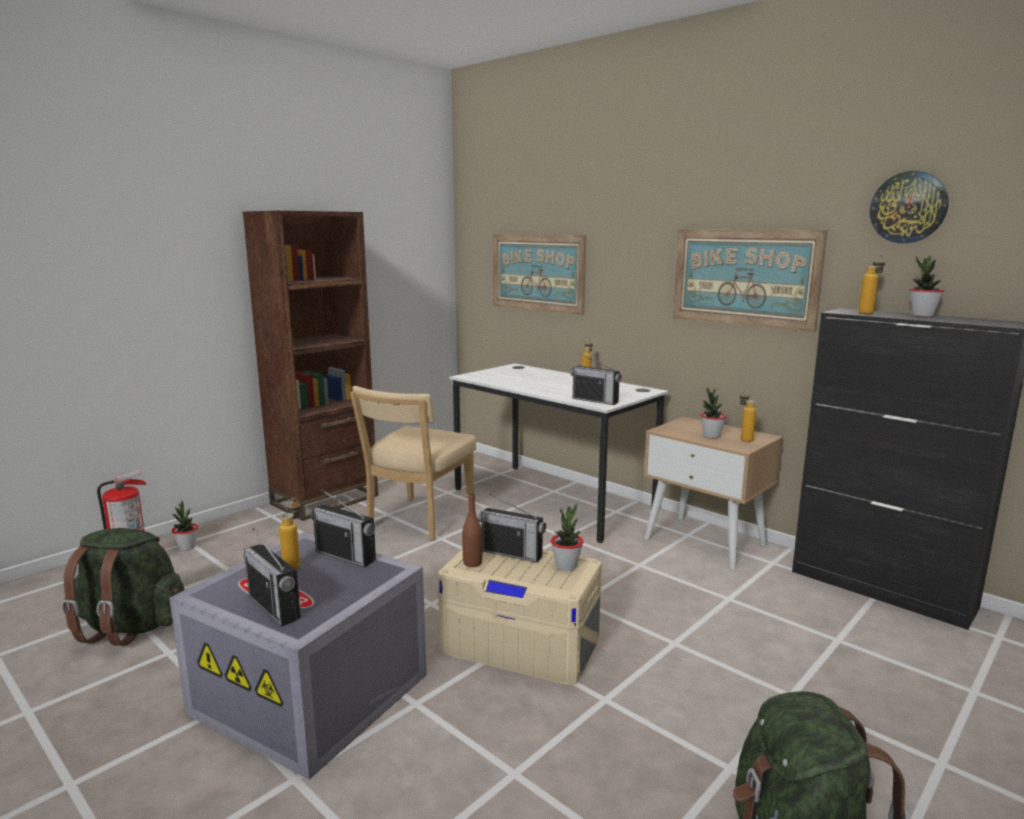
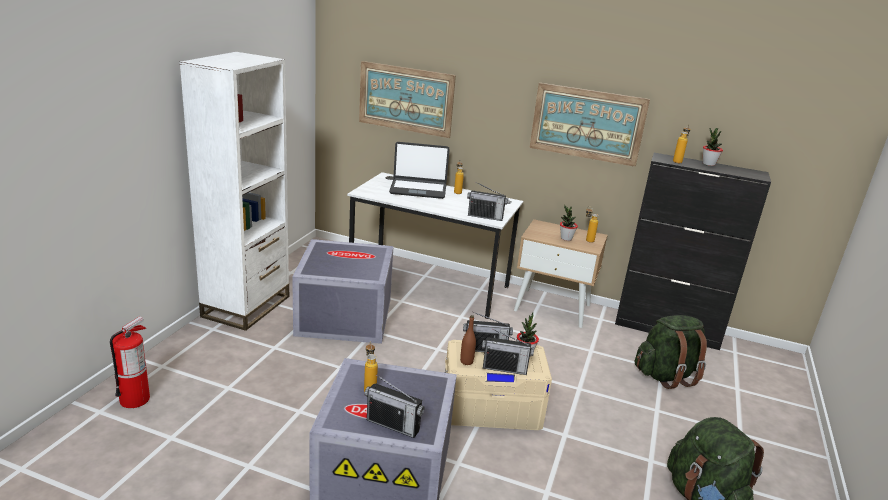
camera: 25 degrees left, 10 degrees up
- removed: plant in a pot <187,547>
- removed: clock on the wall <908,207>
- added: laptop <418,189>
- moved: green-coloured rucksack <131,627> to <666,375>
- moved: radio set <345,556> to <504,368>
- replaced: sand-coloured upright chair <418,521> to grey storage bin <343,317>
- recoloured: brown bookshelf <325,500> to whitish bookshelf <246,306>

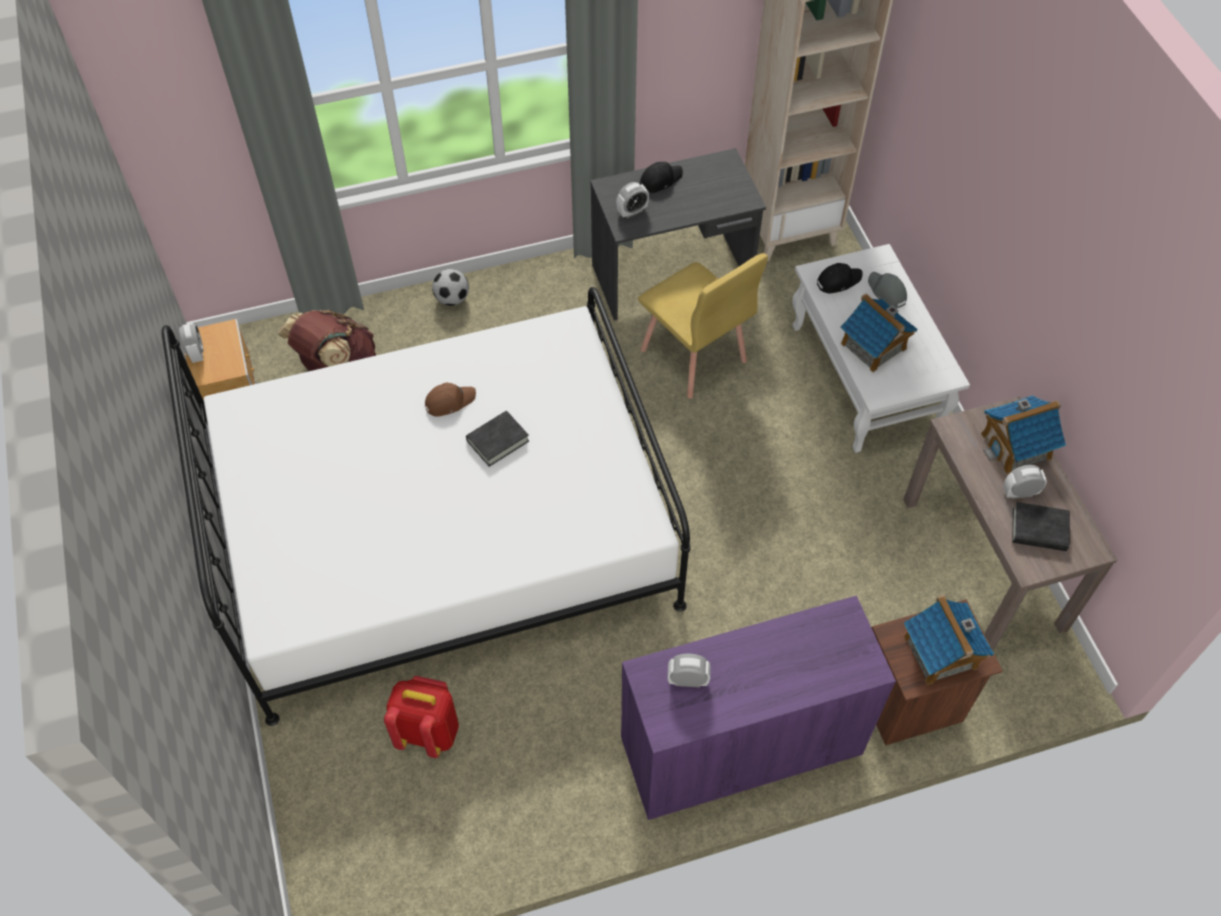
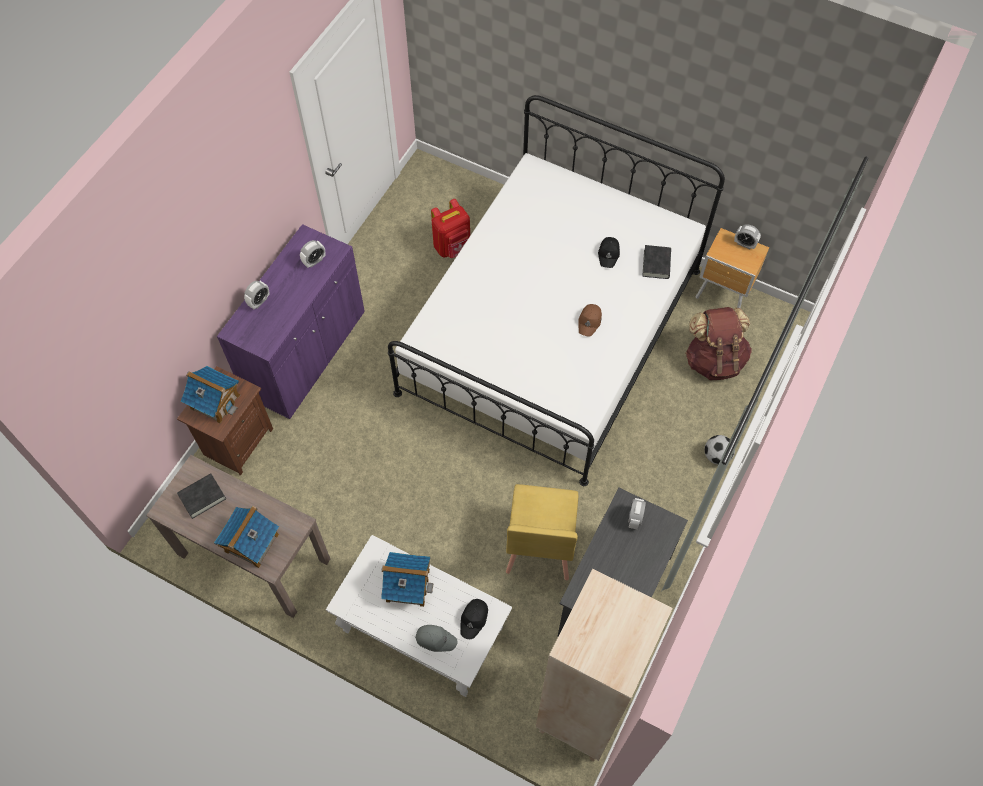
camera: 135 degrees right, 5 degrees up
- moved: black bound book <497,441> to <656,264>
- moved: black cap <660,180> to <609,254>
- moved: alarm clock <1020,493> to <259,301>
- turned: yellow upright chair <693,356> = <539,547> 90 degrees counterclockwise

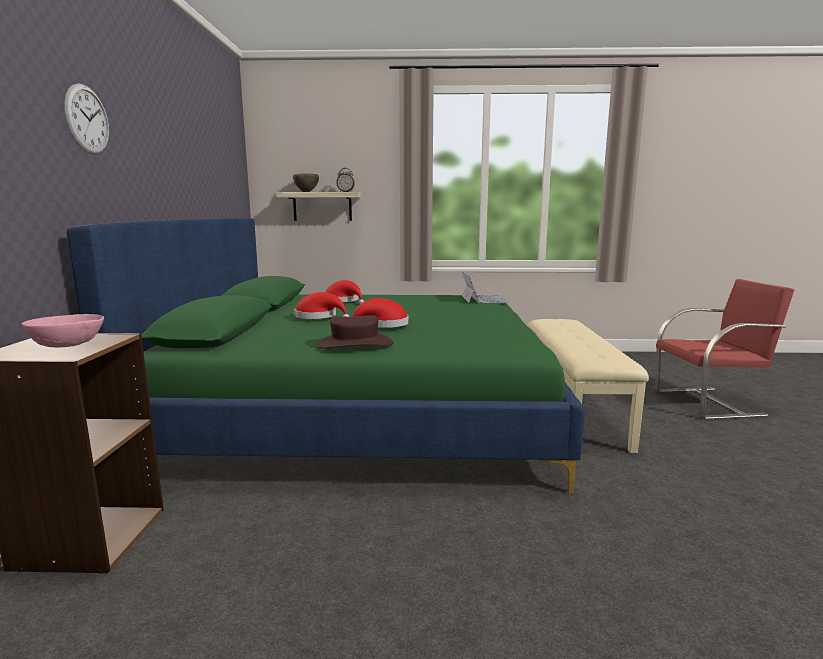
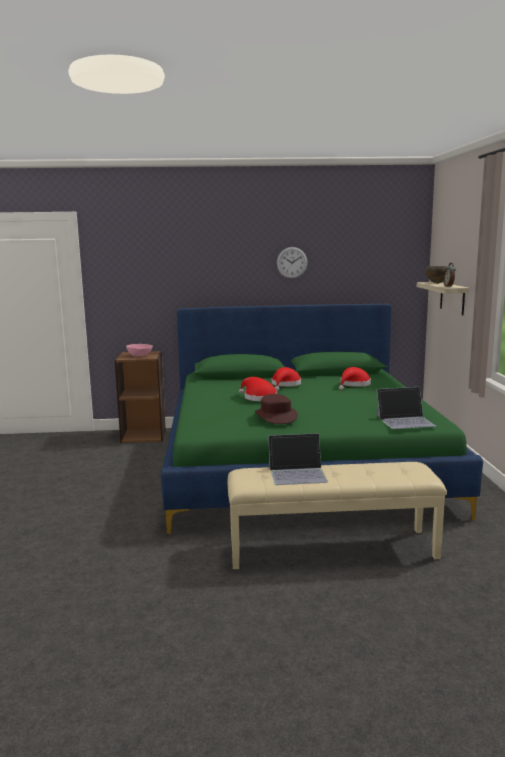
camera: 85 degrees right, 0 degrees up
- removed: reddish upright chair <709,403>
- added: laptop <297,473>
- moved: clock on the wall <87,119> to <292,262>
- moved: brown clothing hat <355,344> to <276,416>

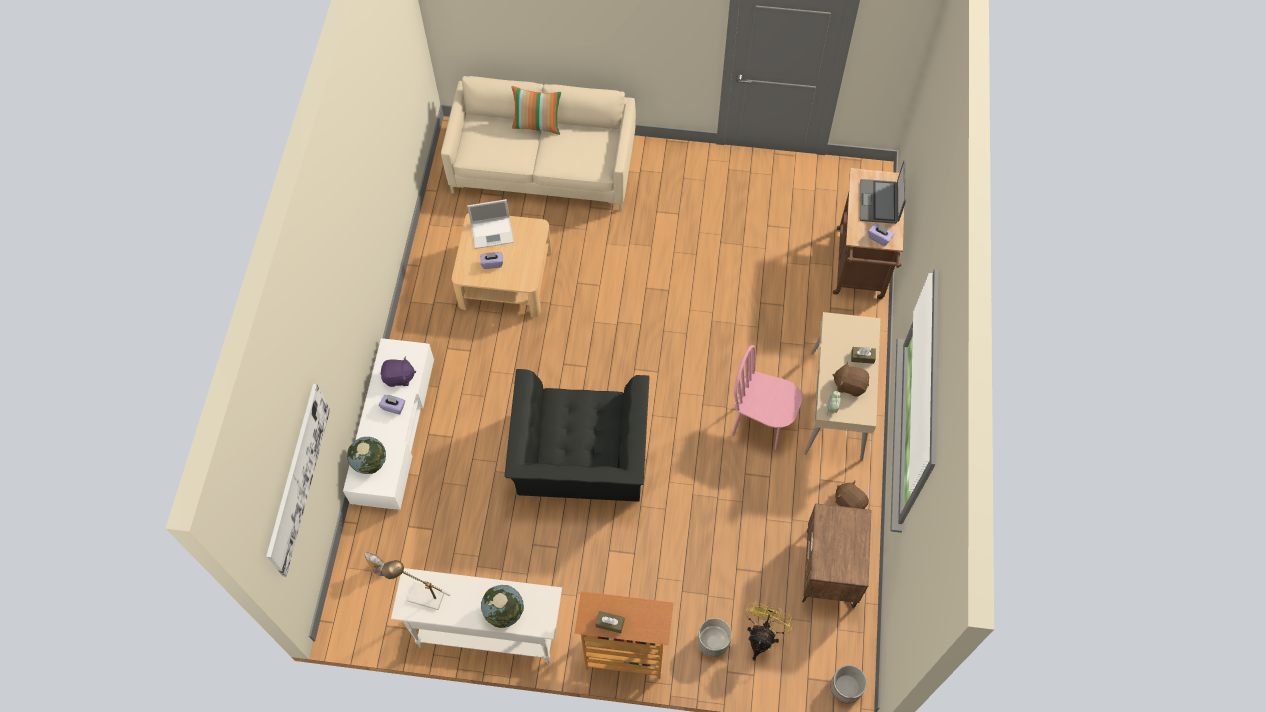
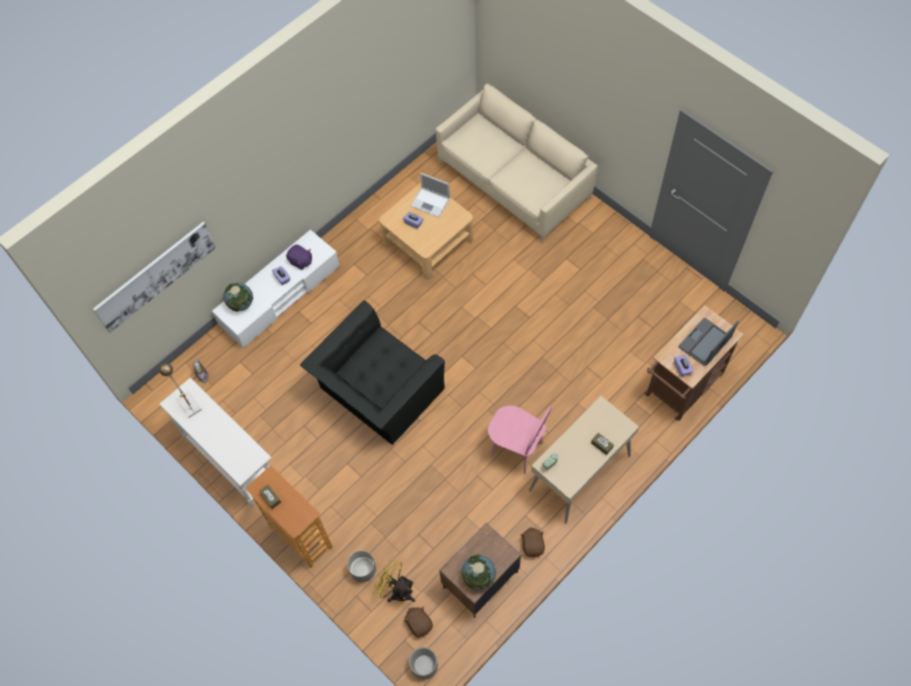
camera: 40 degrees right, 0 degrees up
- removed: cushion <537,125>
- moved: globe <504,612> to <479,577>
- moved: brown plush toy <850,385> to <419,624>
- turned: pinkish upright chair <761,424> = <516,450> 150 degrees clockwise
- turned: yellow cooling fan <762,637> = <397,591> 120 degrees counterclockwise

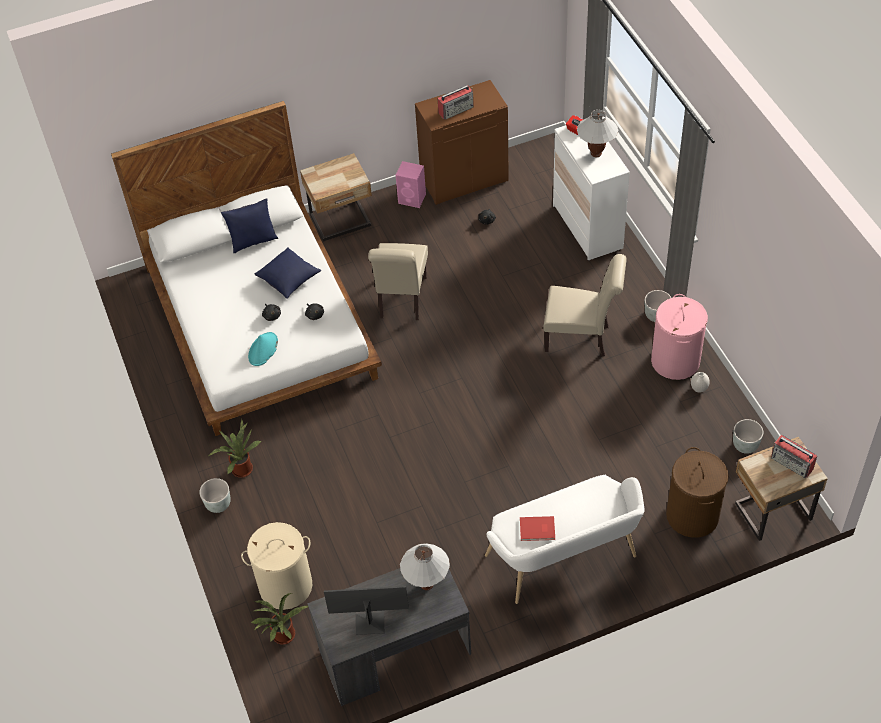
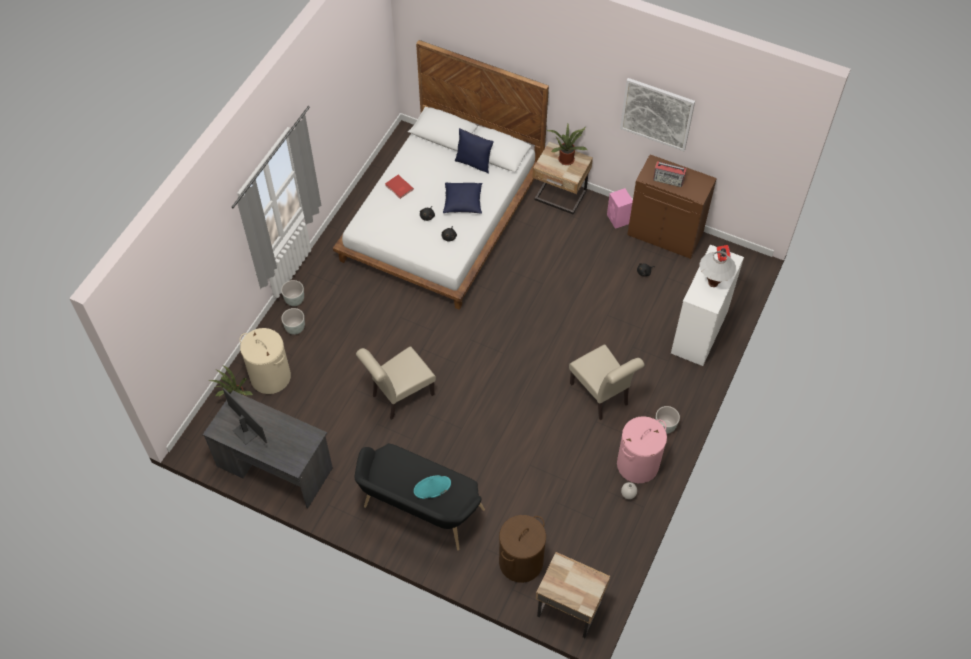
camera: 45 degrees right, 5 degrees up
- removed: whitish table lamp <426,585>
- removed: radio set <792,463>
- added: wall art <657,114>
- moved: plant in a pot <241,468> to <566,158>
- moved: turquoise clothing hat <263,350> to <432,487>
- moved: sand-coloured upright chair <402,300> to <399,397>
- moved: reddish bound book <538,530> to <399,188>
- moved: grey planter <745,446> to <295,328>
- recoloured: whitish indoor bench <565,560> to black indoor bench <419,512>

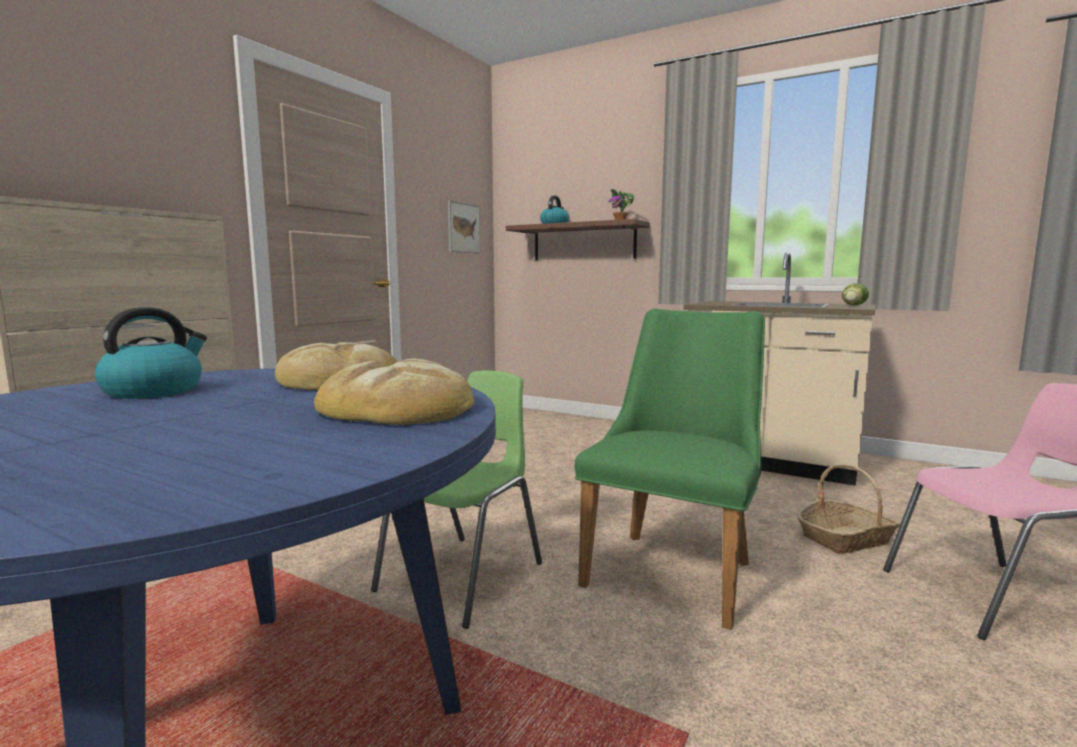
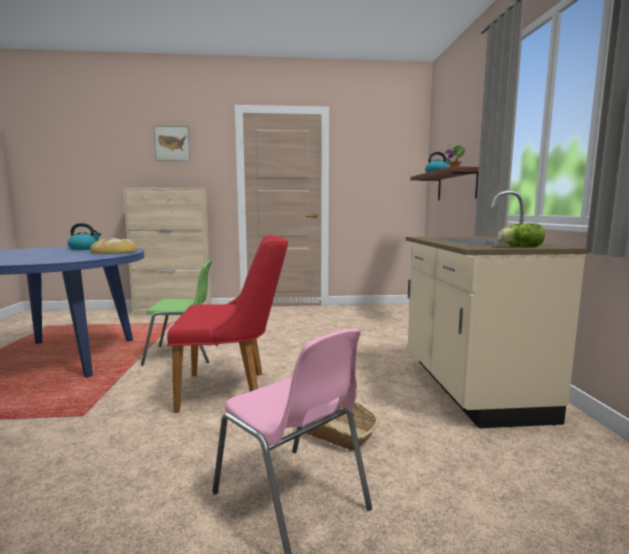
camera: 55 degrees right, 0 degrees up
- removed: baked bread <398,407>
- moved: wall art <463,228> to <172,143>
- recoloured: green-coloured upright chair <676,567> to reddish upright chair <233,389>

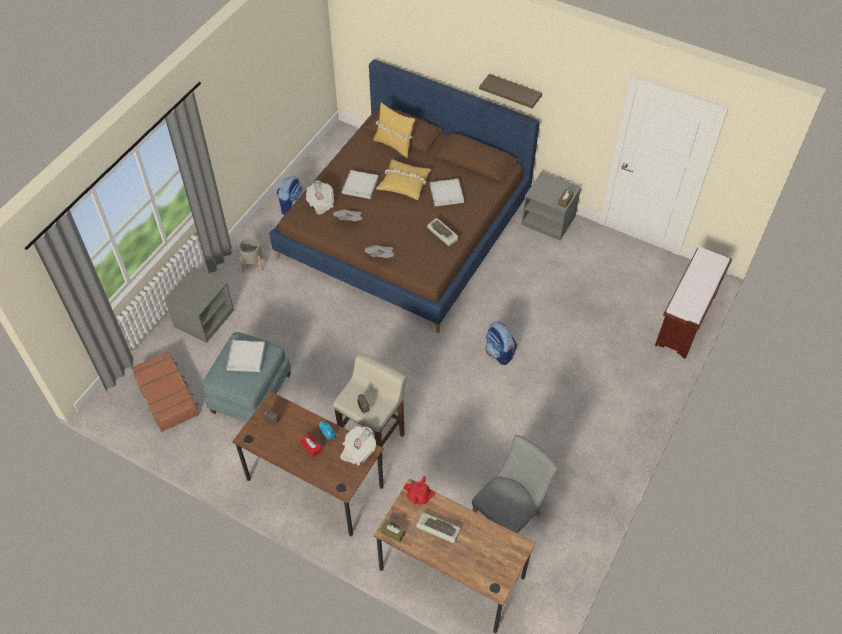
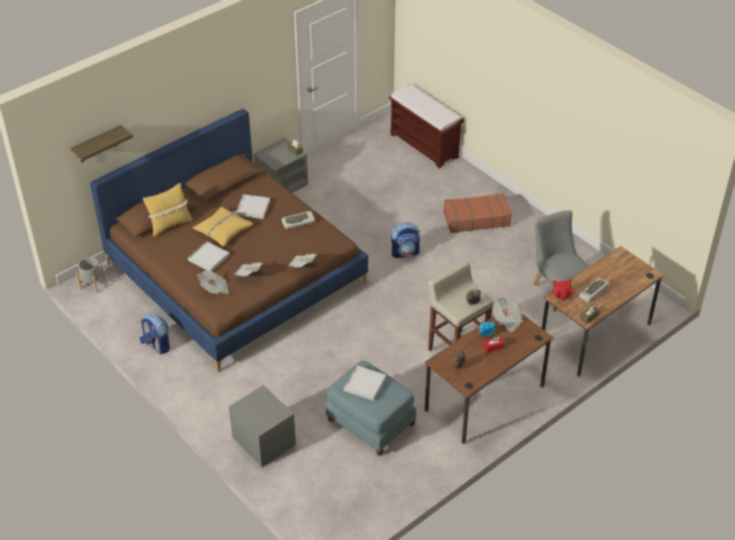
camera: 70 degrees left, 10 degrees down
- moved: brown travel case <167,395> to <476,218>
- moved: grey planter <252,264> to <92,284>
- moved: shelf <514,91> to <97,145>

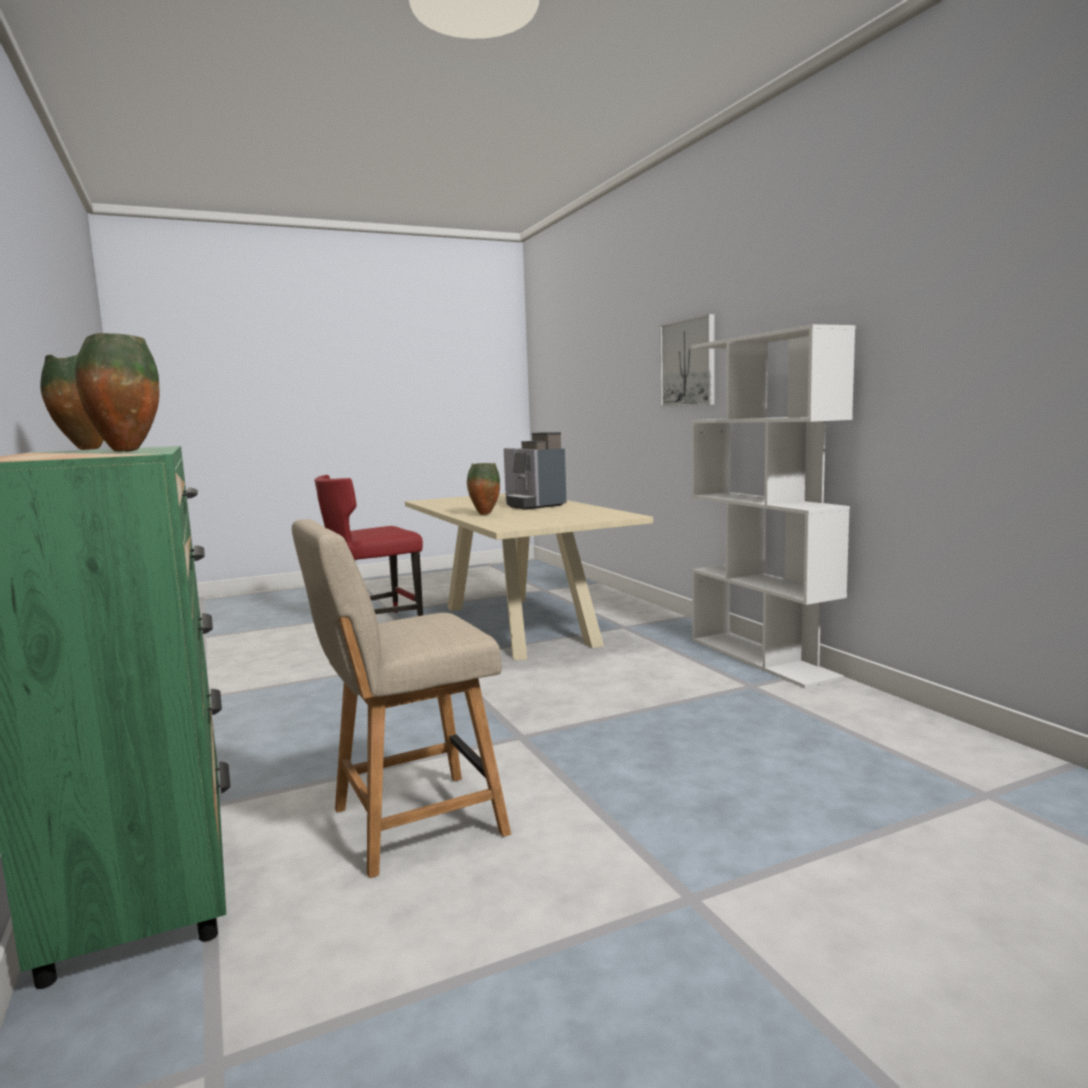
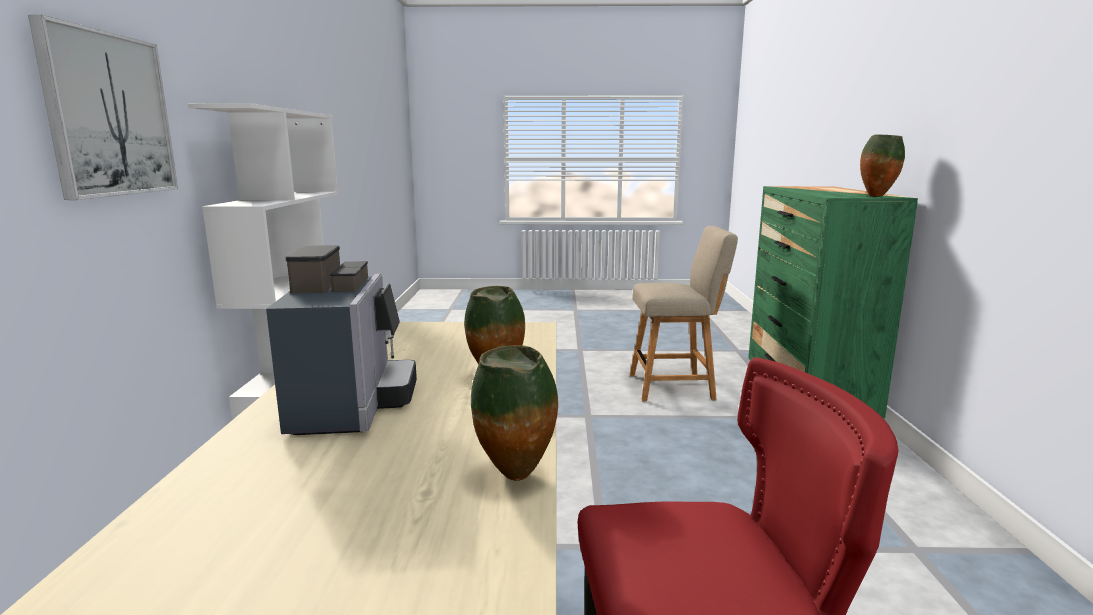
camera: 155 degrees left, 5 degrees up
- moved: decorative vase <126,451> to <516,478>

